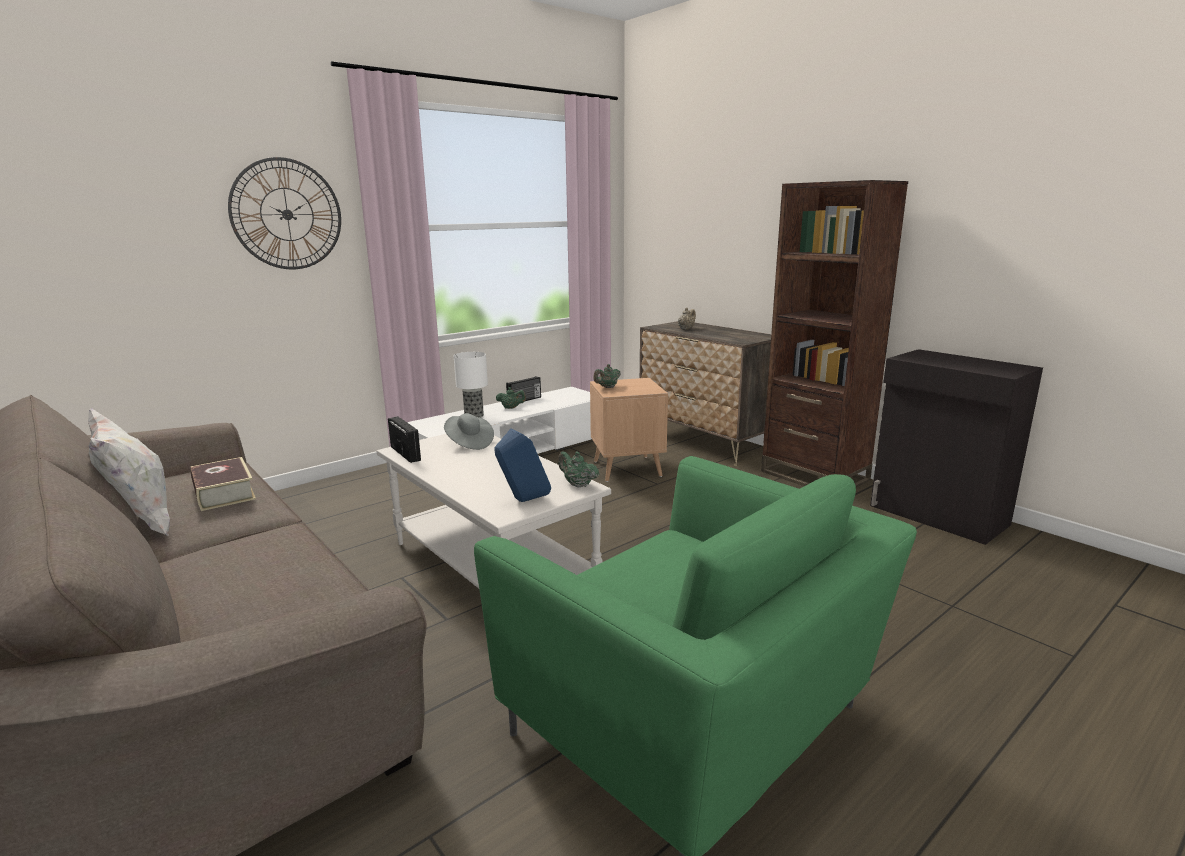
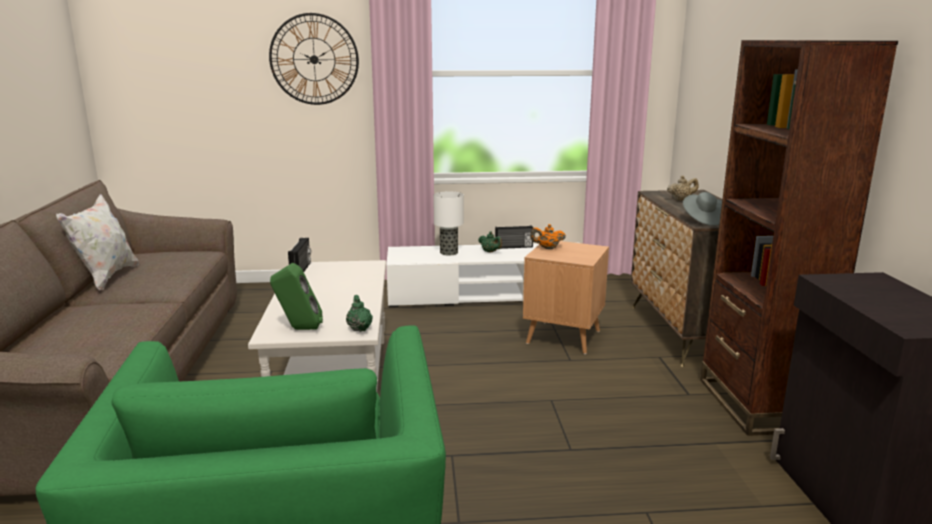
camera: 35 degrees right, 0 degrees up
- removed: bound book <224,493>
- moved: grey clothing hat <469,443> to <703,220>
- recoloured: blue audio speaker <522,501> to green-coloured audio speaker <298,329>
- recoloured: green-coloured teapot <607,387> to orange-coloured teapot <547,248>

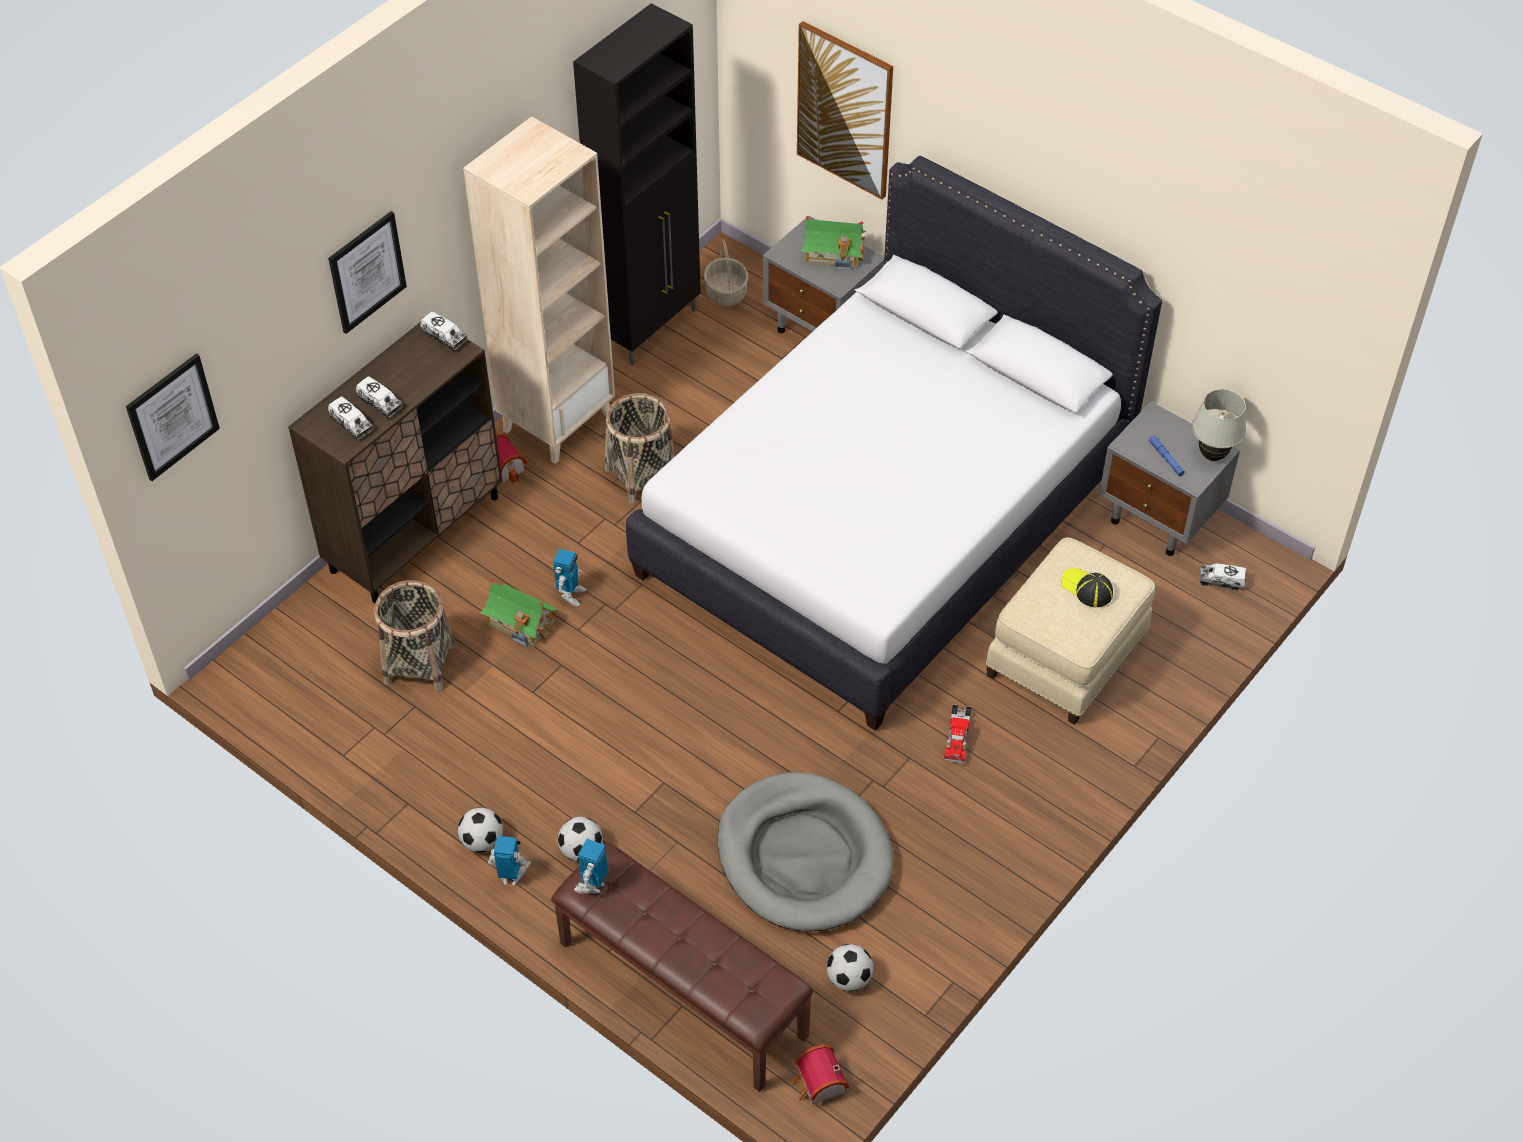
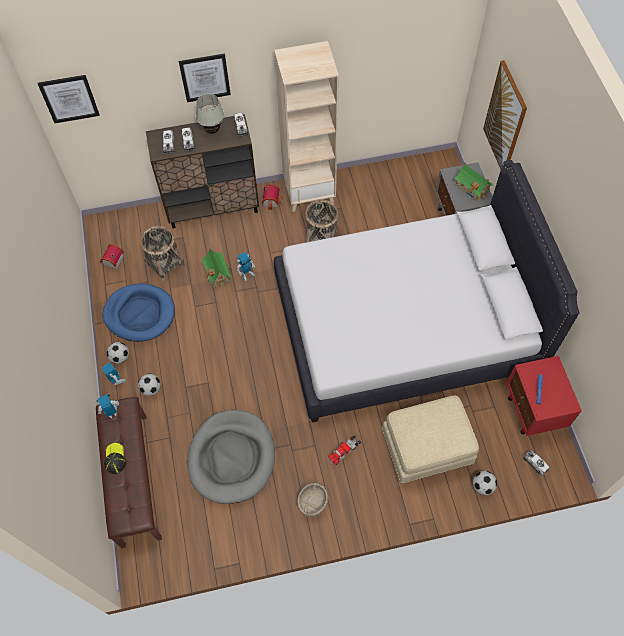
camera: 40 degrees right, 10 degrees up
- removed: black storage cabinet <650,328>
- added: blue pet bed <140,314>
- moved: household basket <726,293> to <312,503>
- moved: model house <819,1085> to <112,261>
- moved: ball for football <849,979> to <482,486>
- moved: cap <1087,588> to <114,459>
- moved: whitish table lamp <1212,455> to <212,131>
- recoloured: grey bedside table <1160,519> to reddish bedside table <533,412>

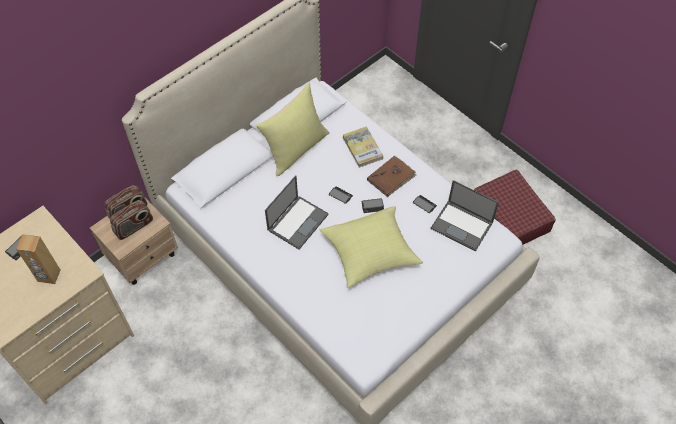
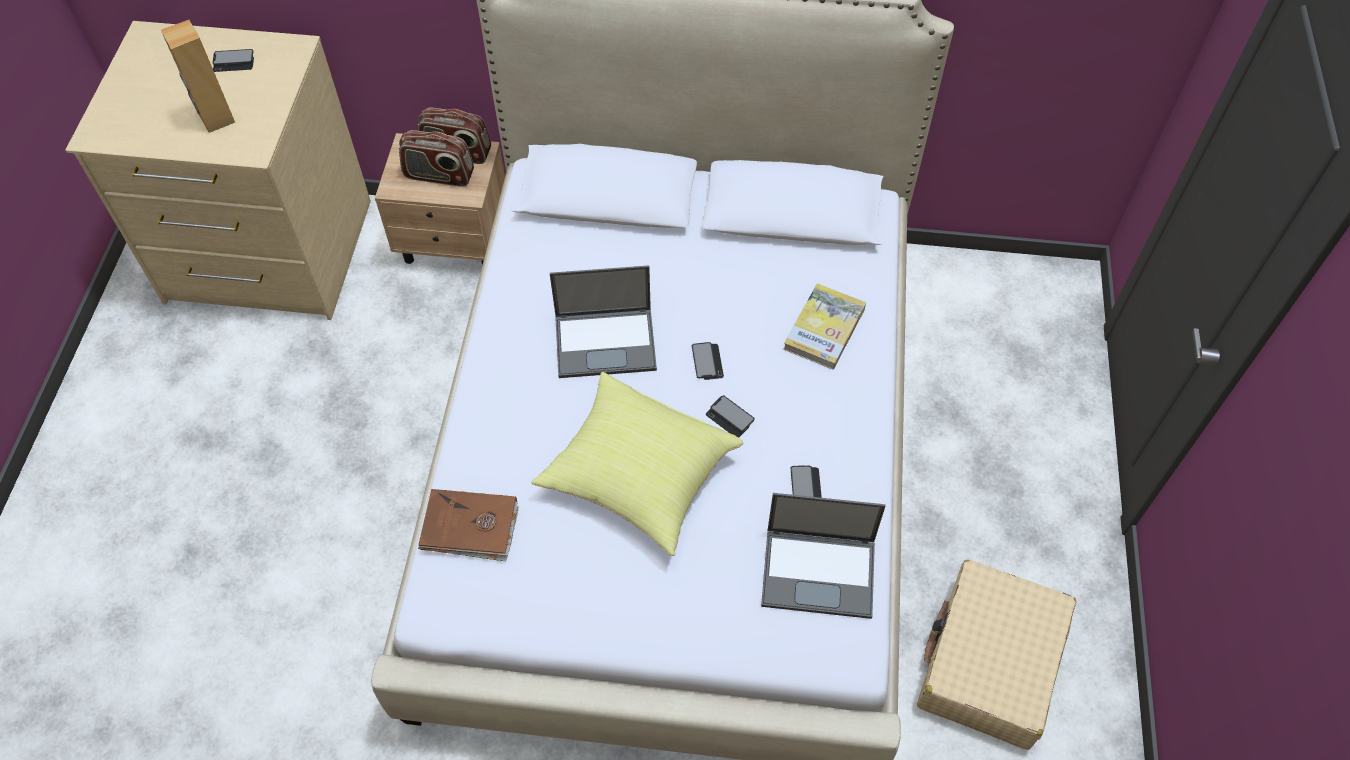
camera: 50 degrees right, 0 degrees up
- removed: yellow cushion <296,149>
- moved: brown bound book <391,177> to <470,527>
- recoloured: reddish travel case <510,217> to sand-coloured travel case <989,663>
- turned: laptop <462,225> = <820,572> 75 degrees counterclockwise

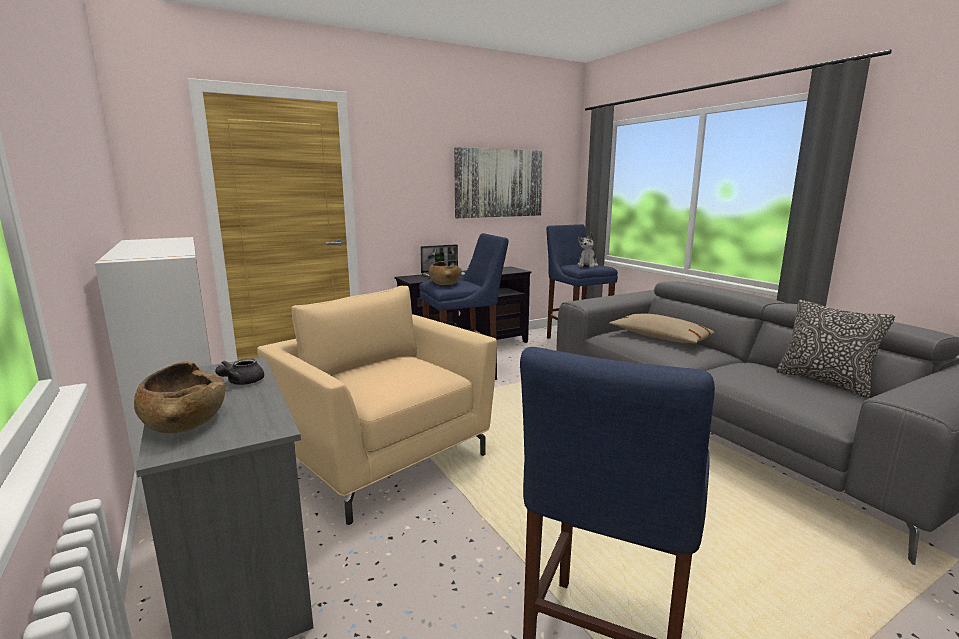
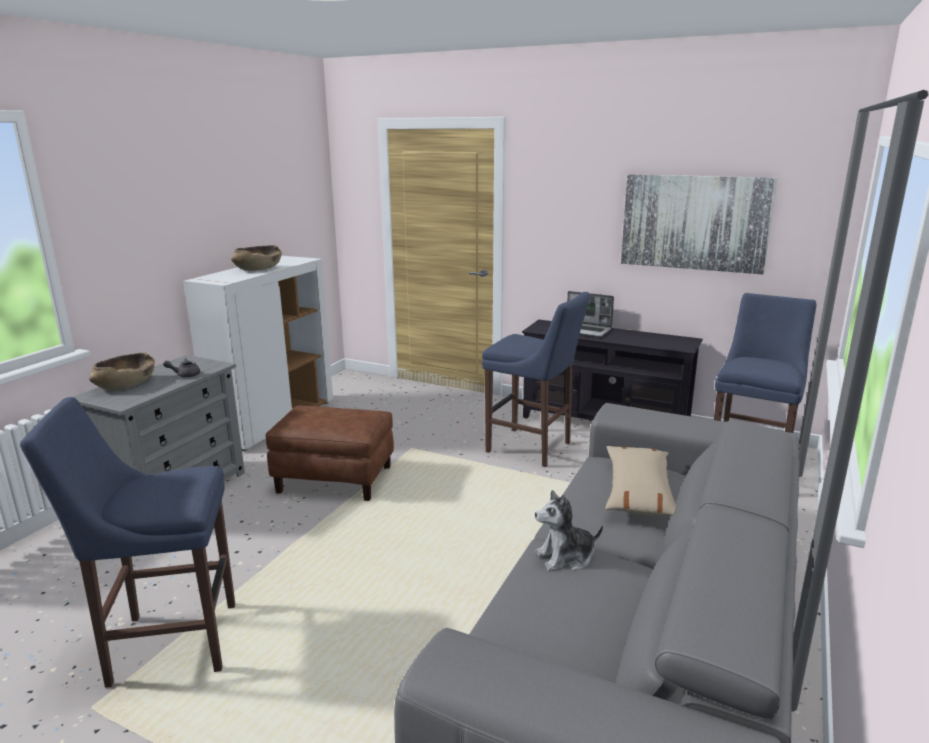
camera: 55 degrees right, 5 degrees up
- removed: cushion <824,381>
- moved: brown serving bowl <445,283> to <258,268>
- moved: plush toy <587,265> to <566,557>
- replaced: sand-coloured armchair <386,459> to brown ottoman <335,479>

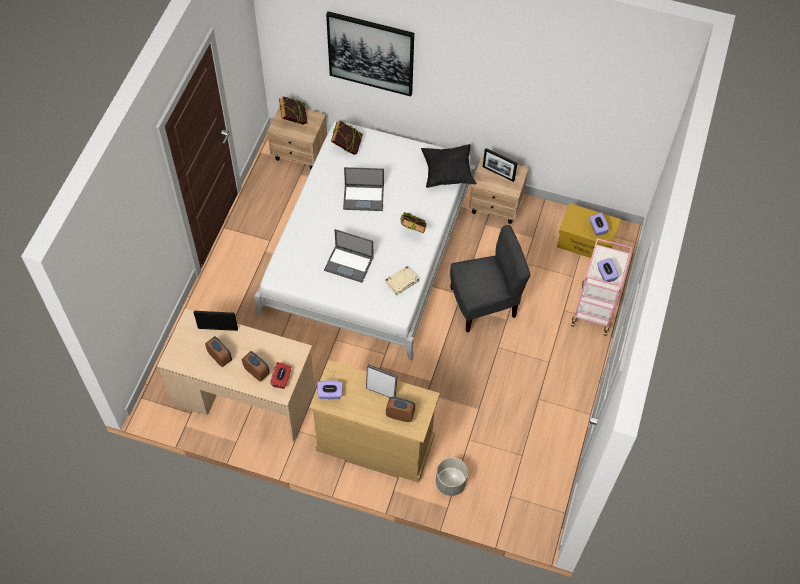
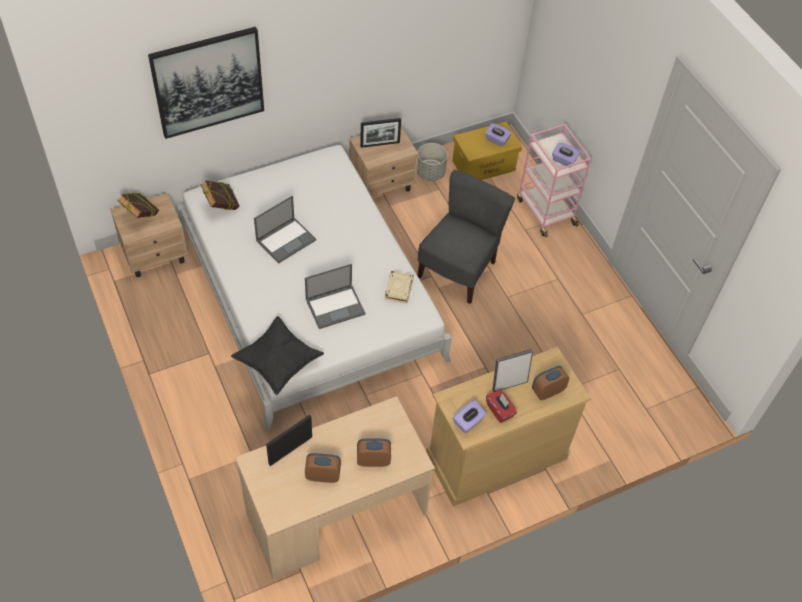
camera: 45 degrees left, 5 degrees down
- removed: bound book <413,231>
- moved: reddish tissue box <281,379> to <500,411>
- moved: black cushion <447,173> to <278,363>
- moved: grey planter <450,483> to <430,173>

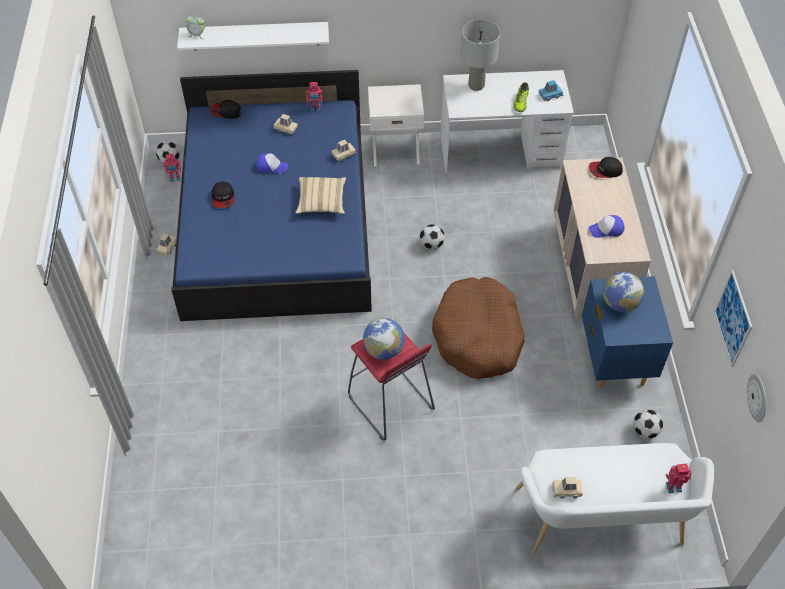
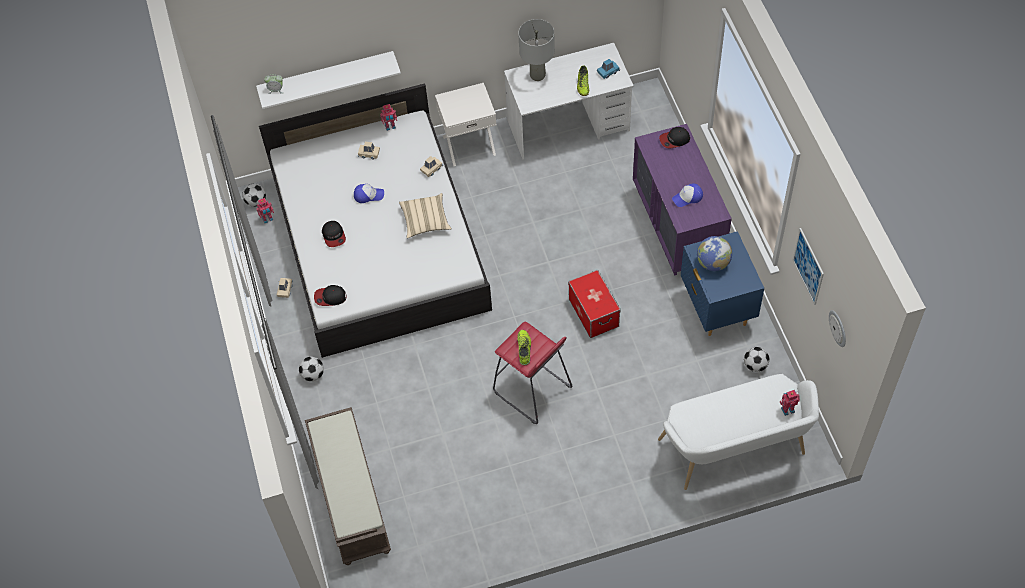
camera: 10 degrees left, 5 degrees up
- removed: sand-coloured model car <566,490>
- added: brown indoor bench <350,497>
- moved: cap <226,112> to <330,297>
- moved: ball for football <431,245> to <313,375>
- replaced: globe <383,350> to item of footwear <524,349>
- replaced: brown pet bed <478,336> to storage bin <593,312>
- recoloured: blue sleeping bed <276,222> to whitish sleeping bed <379,242>
- recoloured: sand-coloured chest of drawers <590,269> to purplish chest of drawers <677,227>

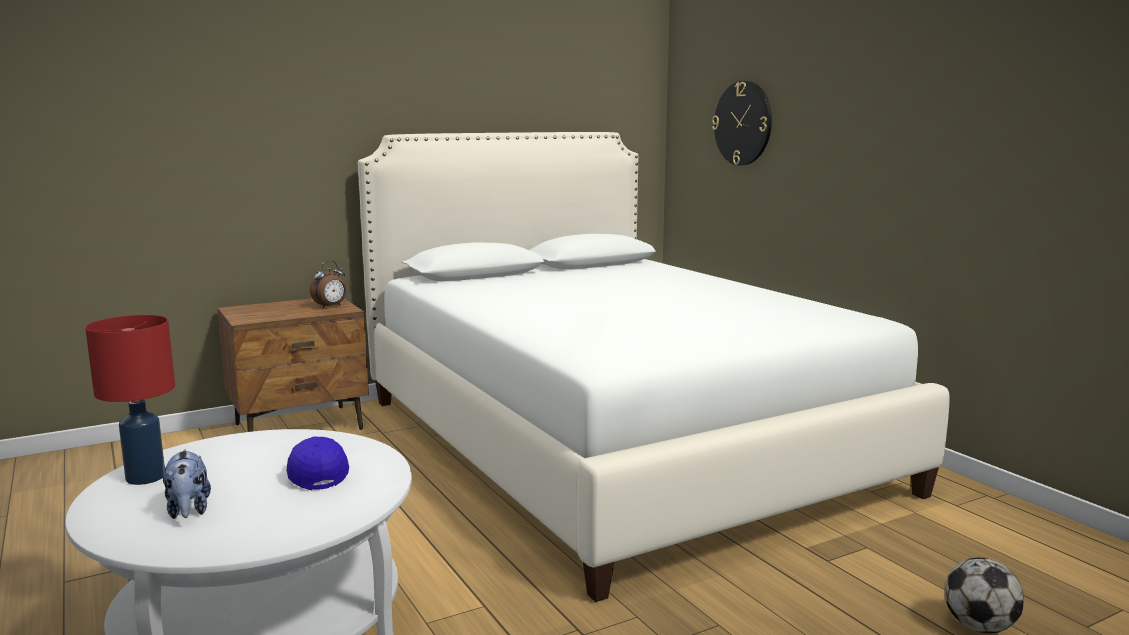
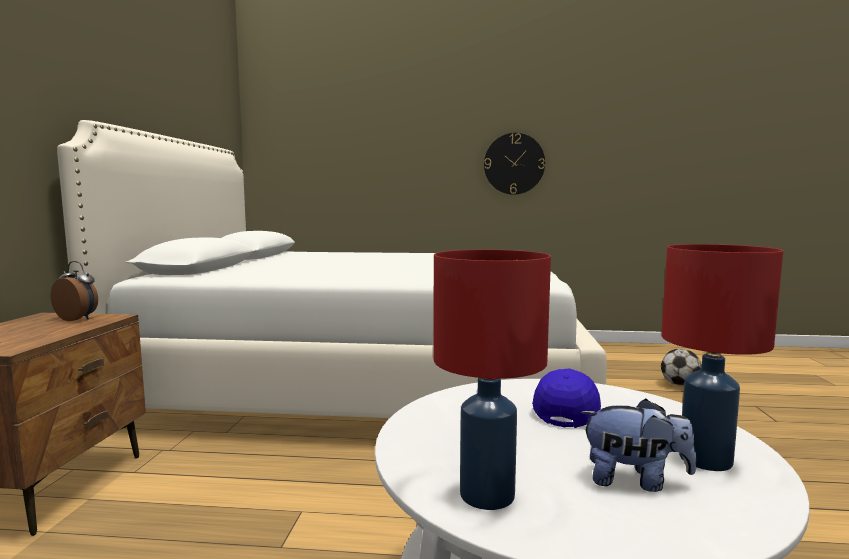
camera: 55 degrees left, 5 degrees down
- added: reddish table lamp <703,459>
- moved: clock on the wall <743,123> to <514,164>
- turned: blue cap <316,474> = <567,411> 105 degrees clockwise
- turned: alarm clock <331,306> = <78,319> 60 degrees counterclockwise

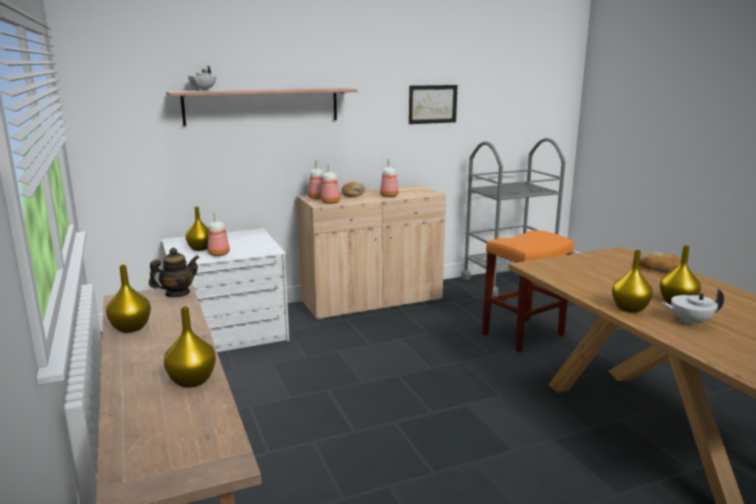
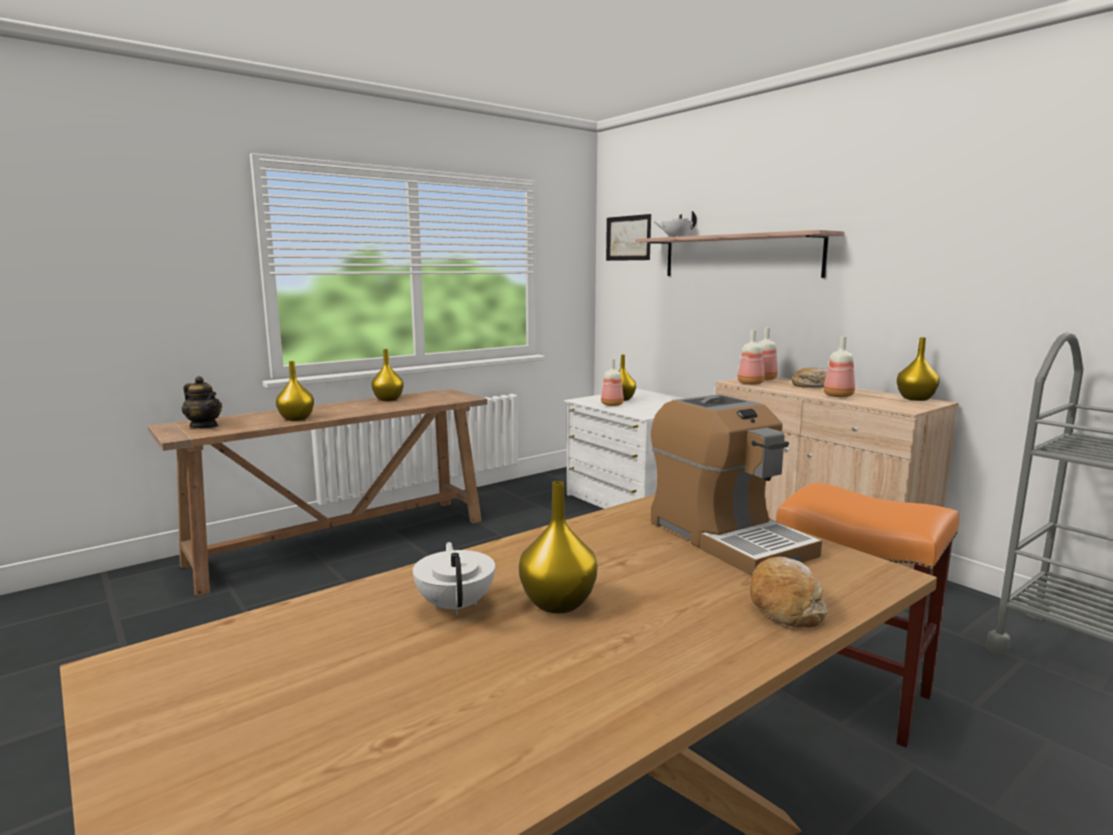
camera: 75 degrees right, 5 degrees down
- added: coffee machine <727,537>
- moved: teapot <177,294> to <204,426>
- moved: wall art <432,104> to <628,238>
- moved: yellow decorative vase <630,309> to <914,399>

